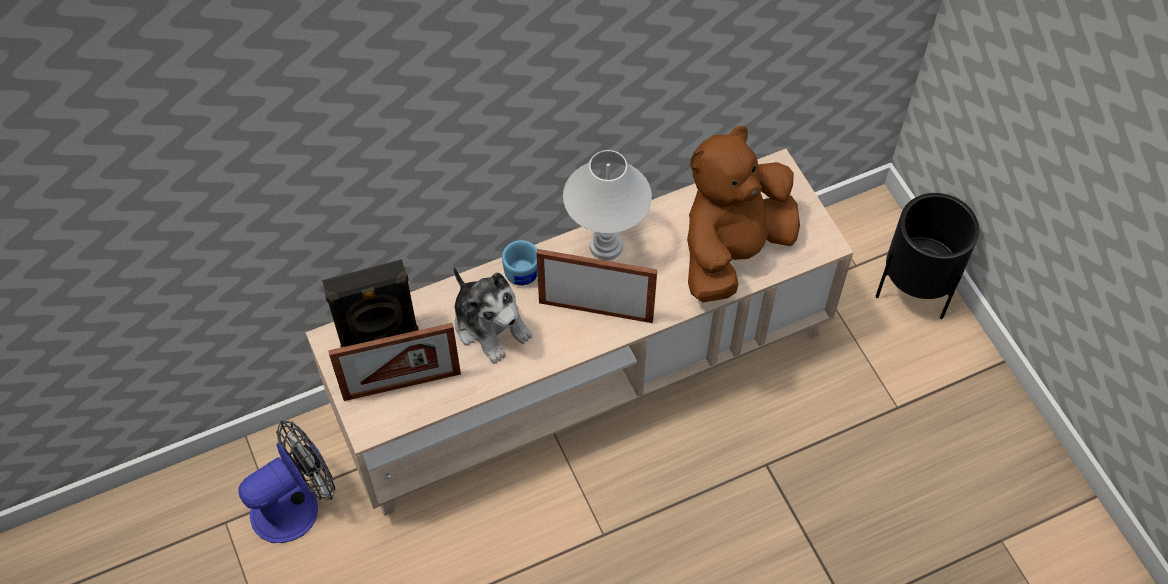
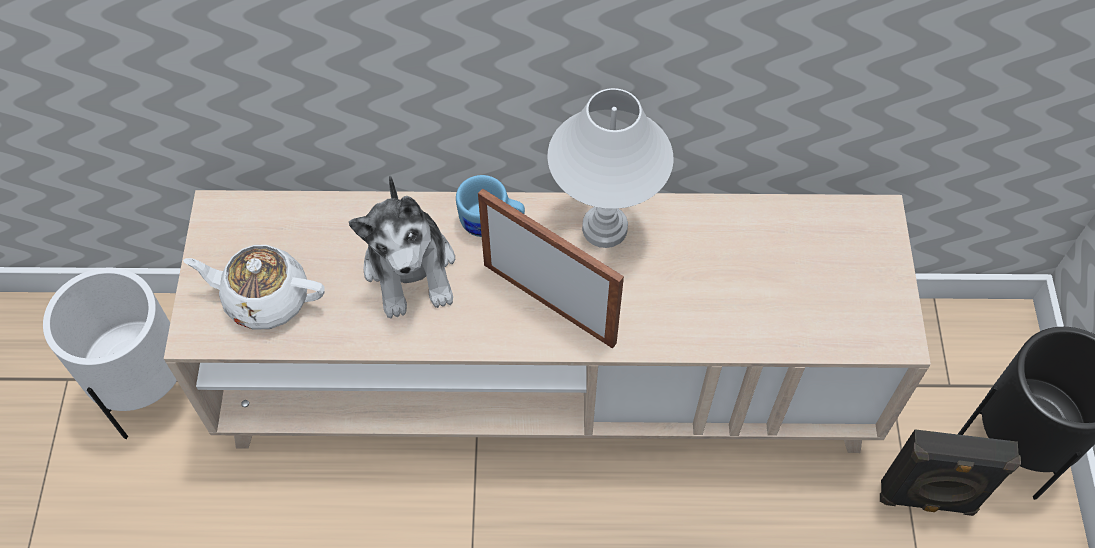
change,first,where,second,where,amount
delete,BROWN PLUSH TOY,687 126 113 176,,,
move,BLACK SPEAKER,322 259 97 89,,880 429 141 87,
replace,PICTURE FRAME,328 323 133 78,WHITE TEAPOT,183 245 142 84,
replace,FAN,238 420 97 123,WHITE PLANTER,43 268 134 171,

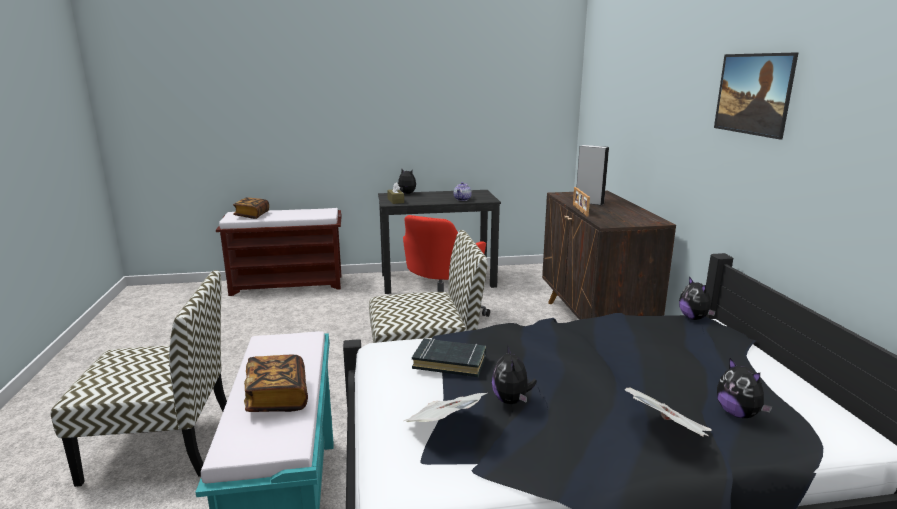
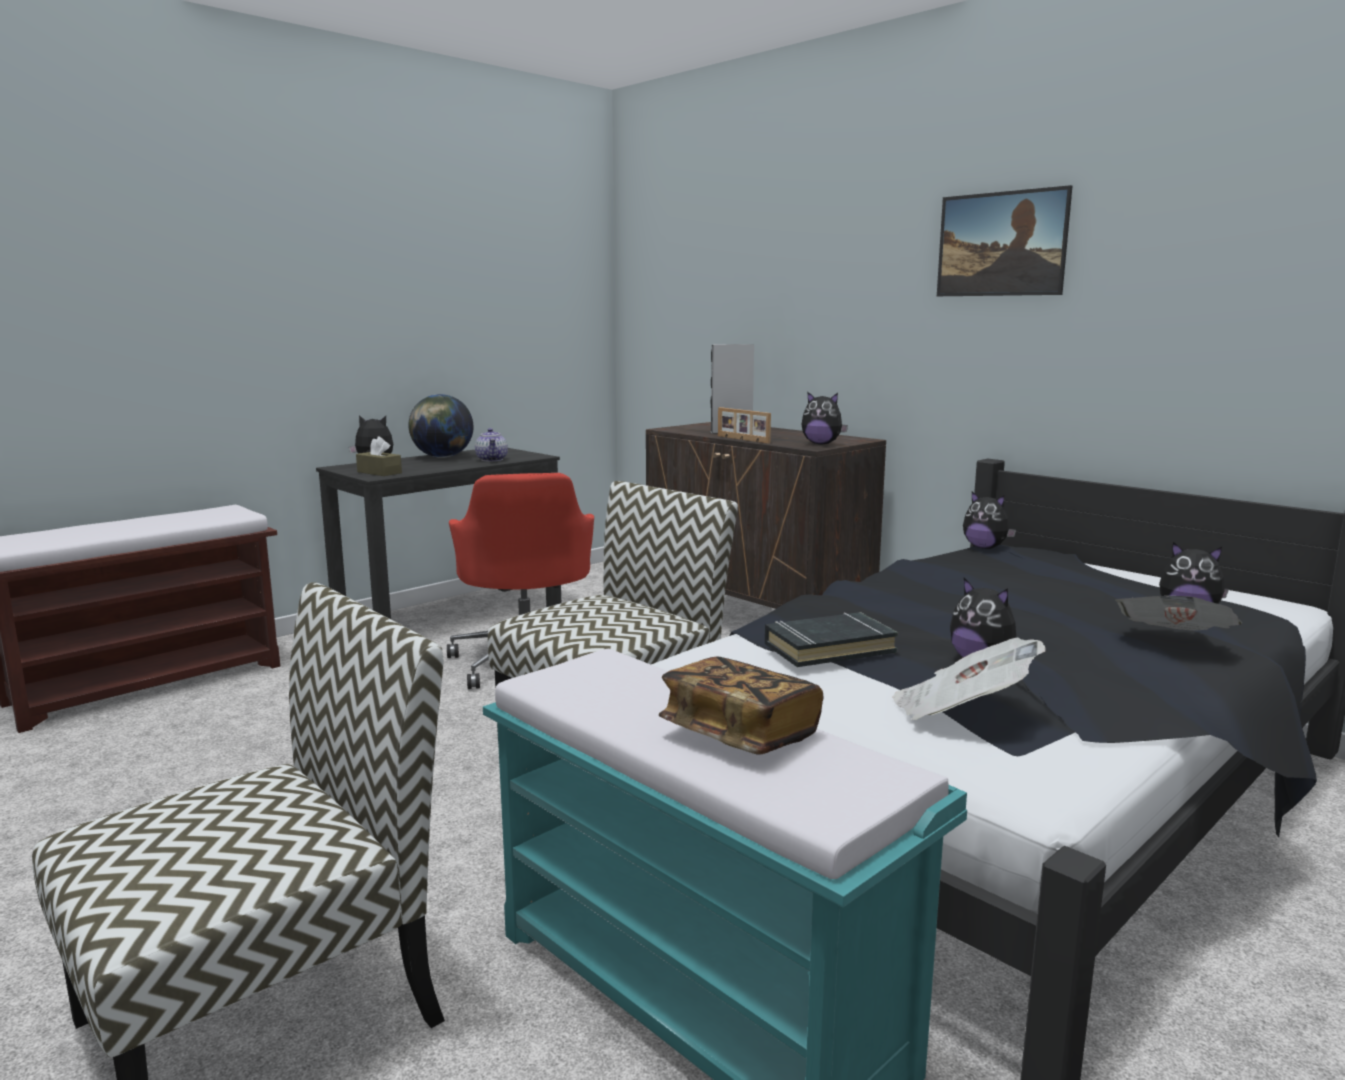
change,first,where,second,where,amount
delete,BOOK,233 197 36 22,,,
insert,,,PLUSH TOY,801 392 47 53,
insert,,,GLOBE,408 394 65 64,

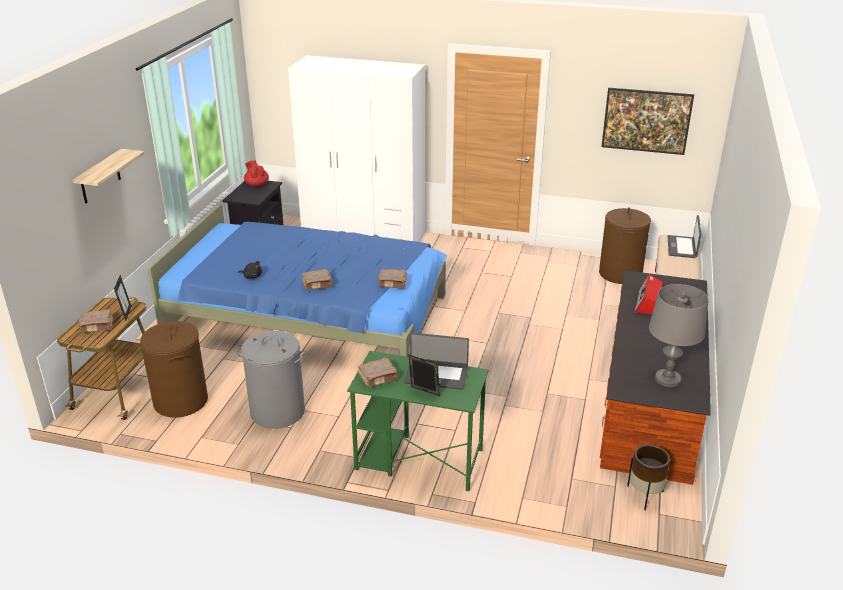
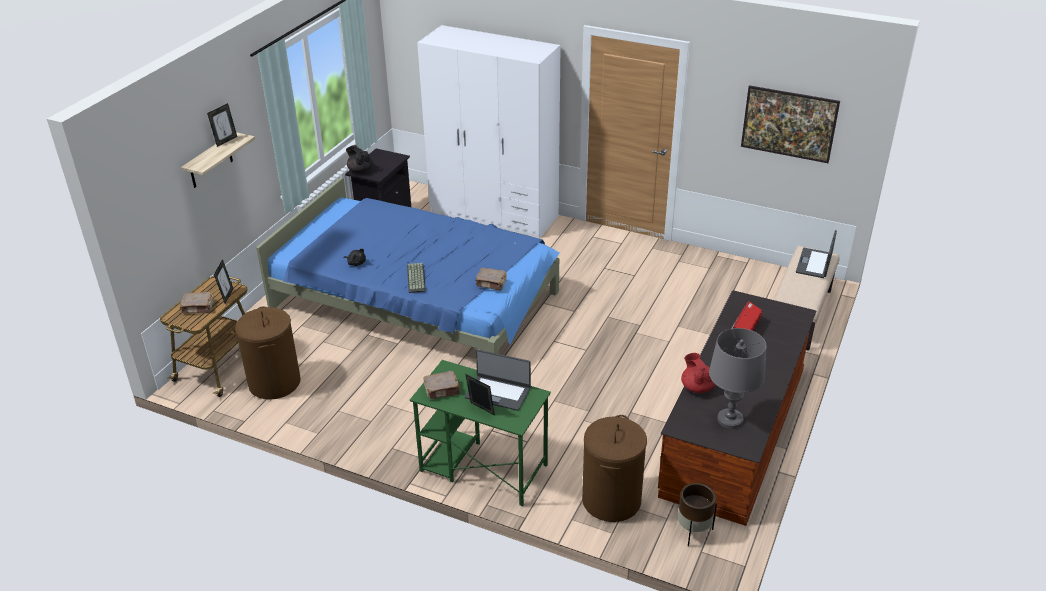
change,first,where,second,where,amount
move,RED TEAPOT,244 160 25 27,,681 353 34 40,
move,BROWN LAUNDRY BASKET,599 207 52 77,,582 415 65 107,
replace,BROWN BOOK,302 269 31 21,KEYBOARD,407 263 19 30,
delete,GREY LAUNDRY BASKET,236 331 70 98,,,
insert,,,PICTURE FRAME,207 103 30 44,
insert,,,BLACK TEAPOT,346 145 27 28,

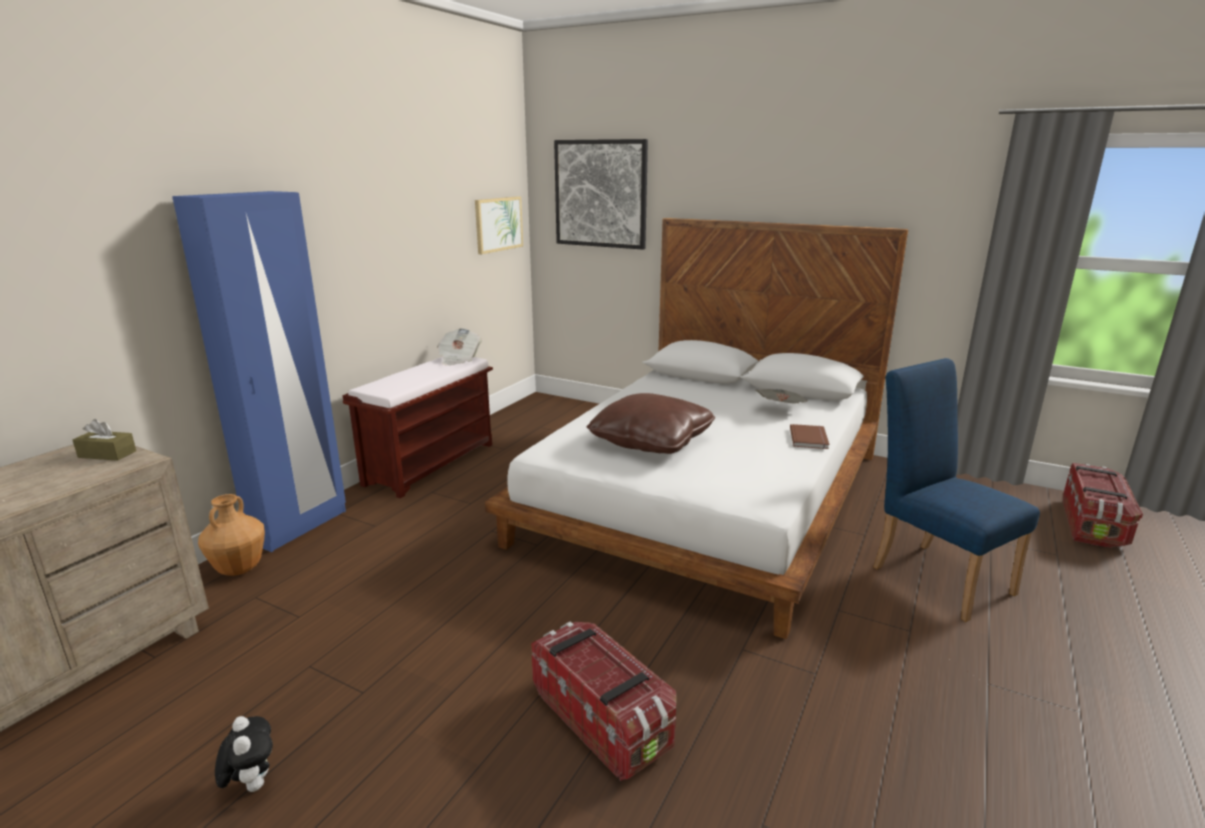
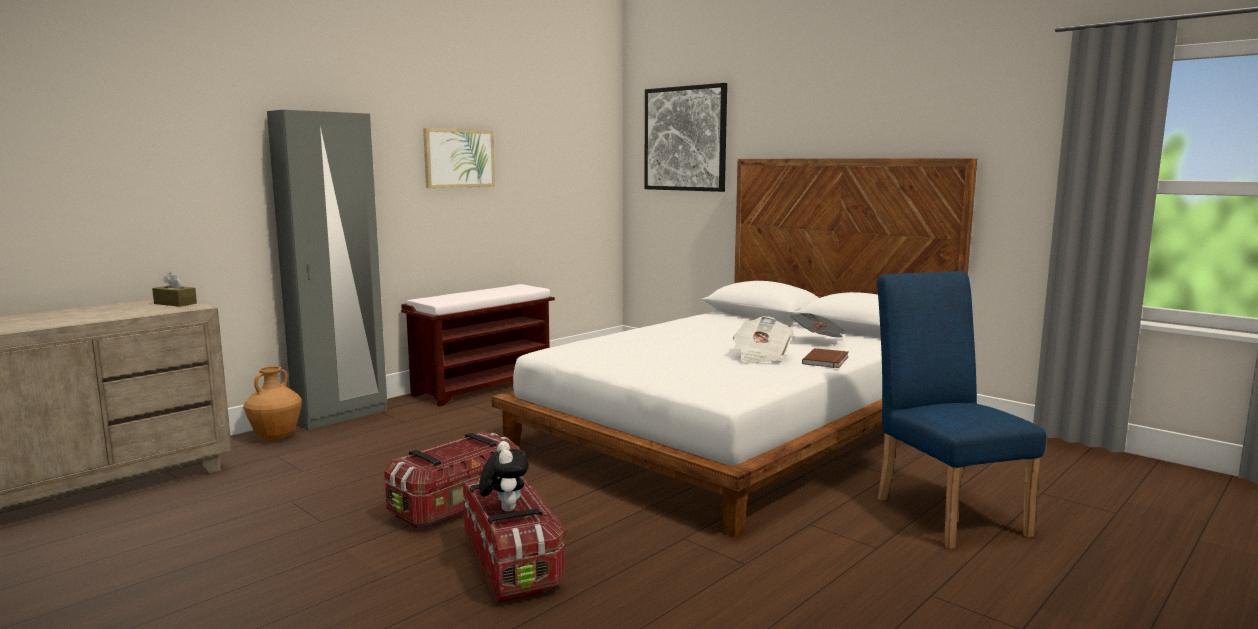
change,first,where,second,where,amount
recolor,BLUE WARDROBE,172 191 174 361,GREY WARDROBE,267 110 120 320,
move,PICTURE,475 196 48 58,,423 128 72 60,
move,NEWSPAPER,437 328 45 38,,733 316 61 48,
delete,BROWN PILLOW,587 393 128 61,,,
move,STORAGE BOX,1063 463 80 85,,384 431 135 97,
move,PLUSH TOY,215 716 58 76,,479 441 50 70,

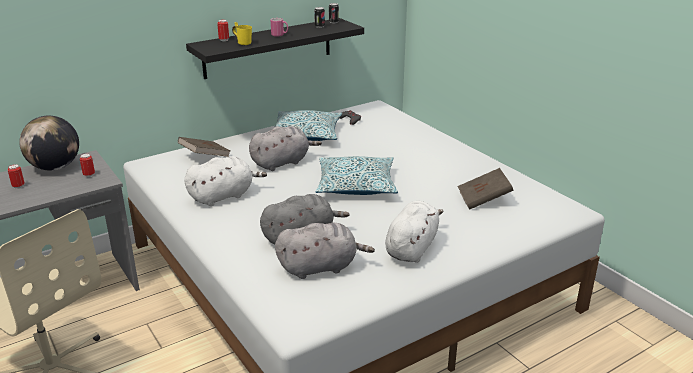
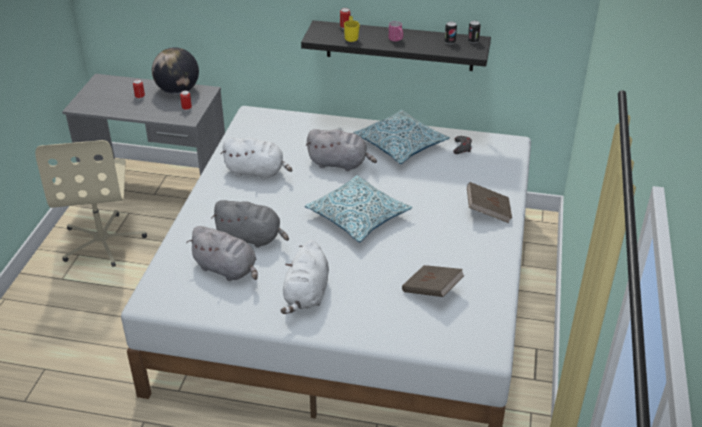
change,first,where,second,where,amount
move,BROWN BOOK,178 137 52 20,,467 182 45 41,
rotate,WHITE PLUSH TOY,385 201 59 62,,280 240 49 74,120 degrees clockwise

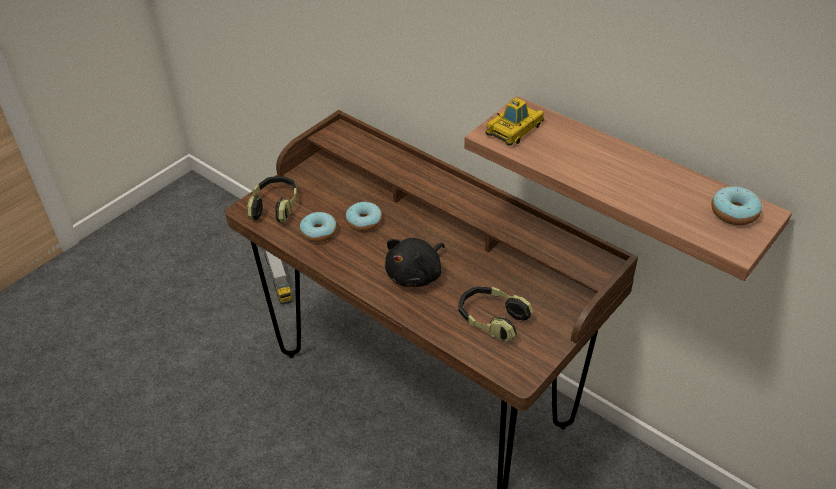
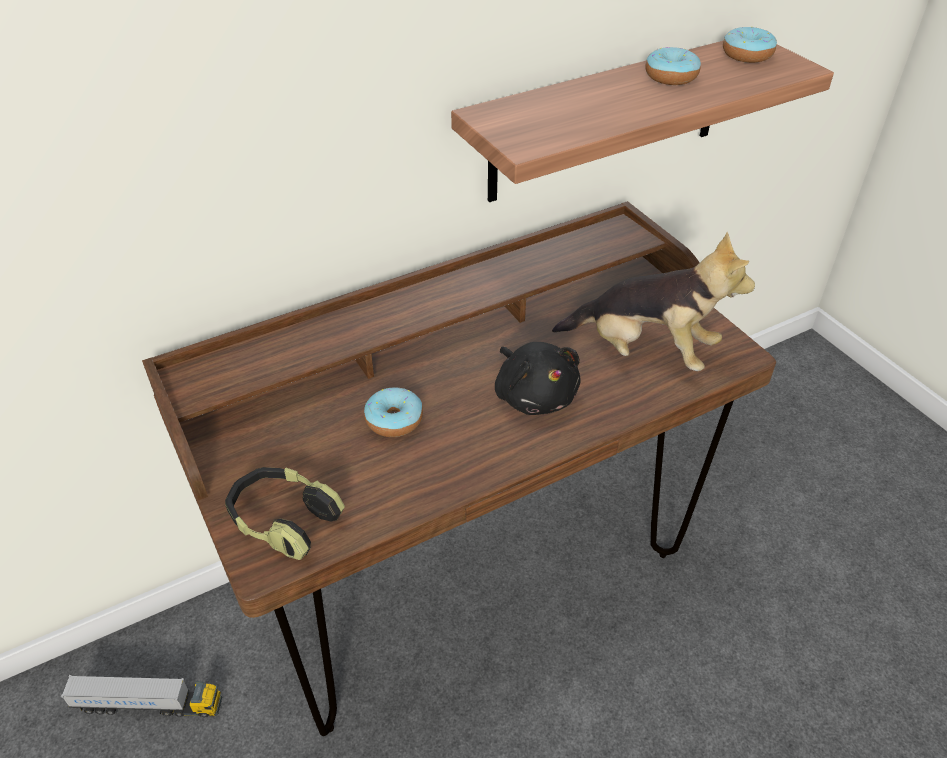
change,first,where,second,where,amount
delete,TOY CAR,486 98 58 48,,,
move,DONUT,300 212 37 30,,645 47 56 38,
replace,HEADPHONES,458 286 75 56,PLUSH TOY,552 232 203 139,

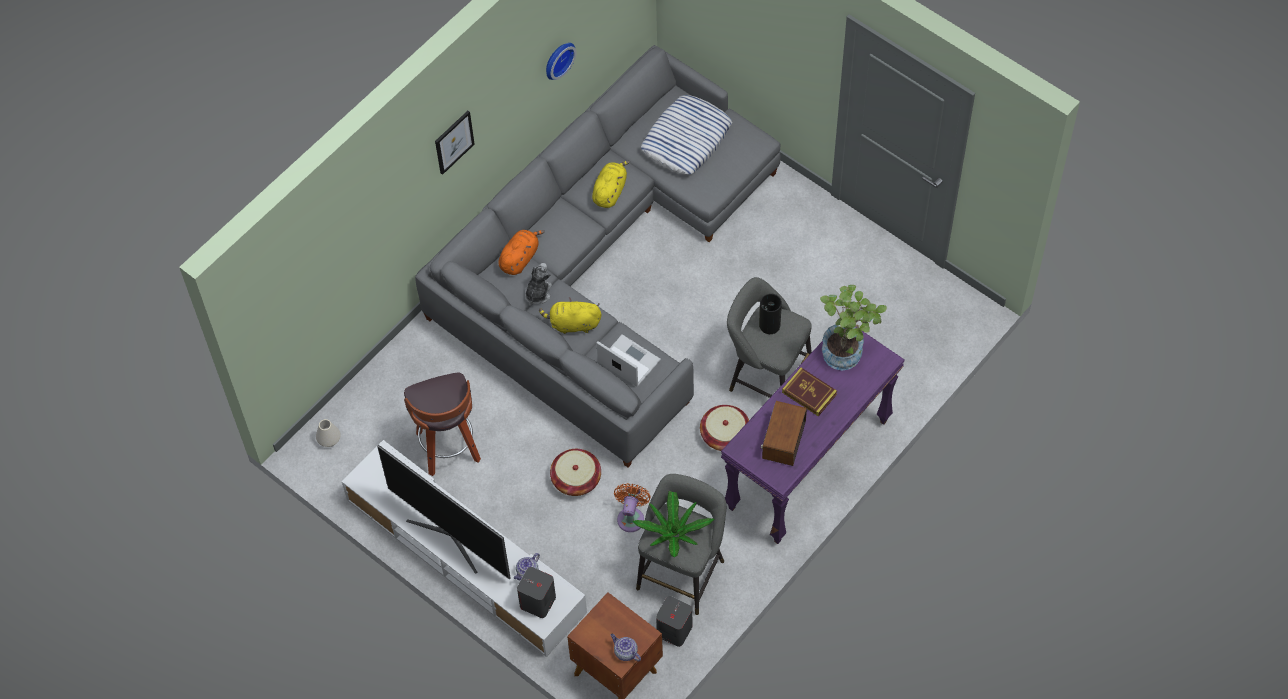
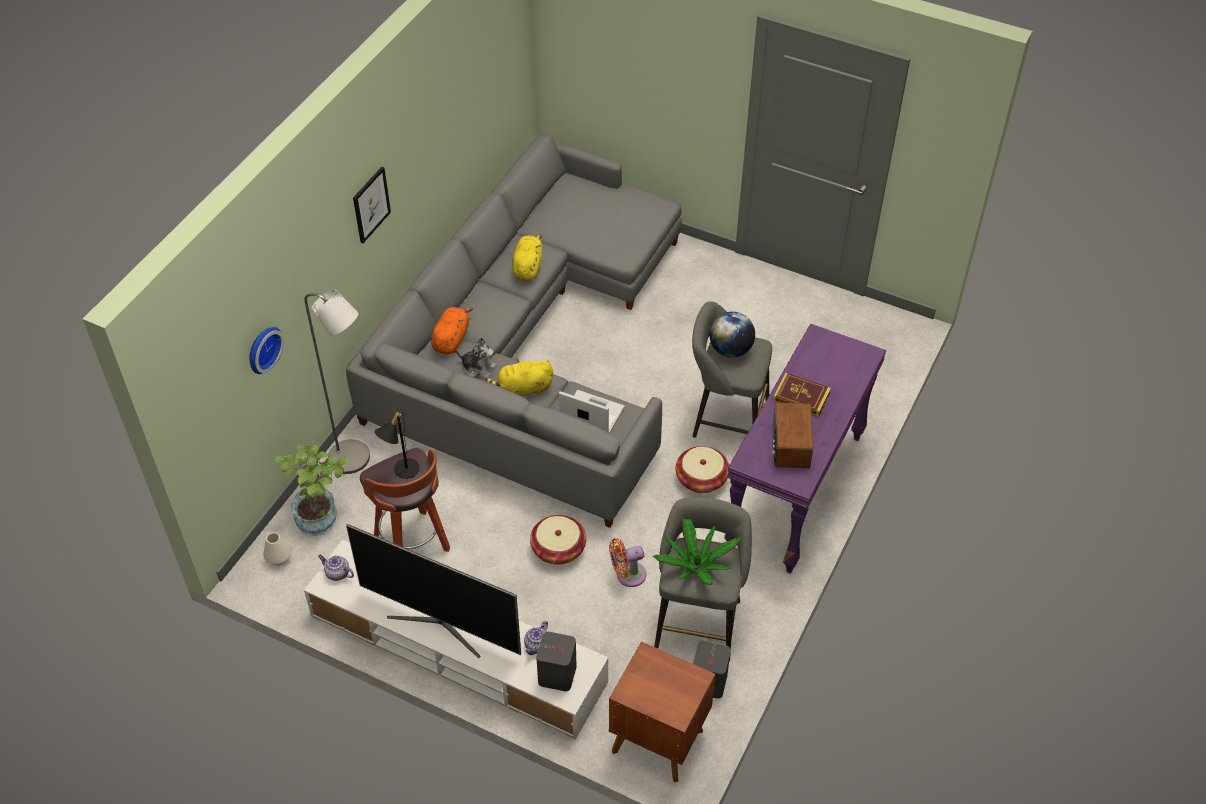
change,first,where,second,where,amount
move,WALL CLOCK,546 43 31 37,,250 327 34 47,
delete,PILLOW,641 95 91 80,,,
rotate,PLUSH TOY,525 263 27 42,,456 337 41 41,105 degrees clockwise
move,POTTED PLANT,820 285 67 85,,275 443 73 93,
replace,VASE,759 293 23 41,GLOBE,710 312 45 45,
rotate,ORANGE FAN,614 483 37 49,,609 538 38 49,105 degrees counterclockwise
move,TEAPOT,611 633 30 28,,318 555 36 26,
insert,,,GREY FLOOR LAMP,304 289 66 185,
insert,,,BLACK TABLE LAMP,375 411 45 68,

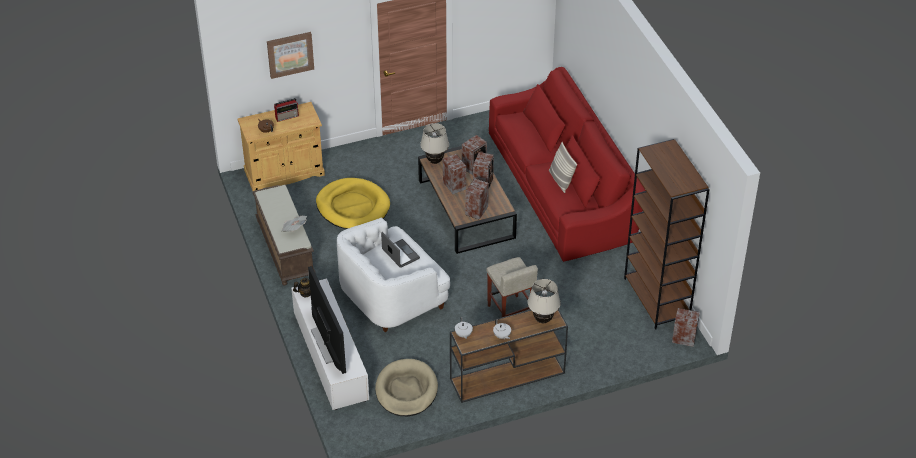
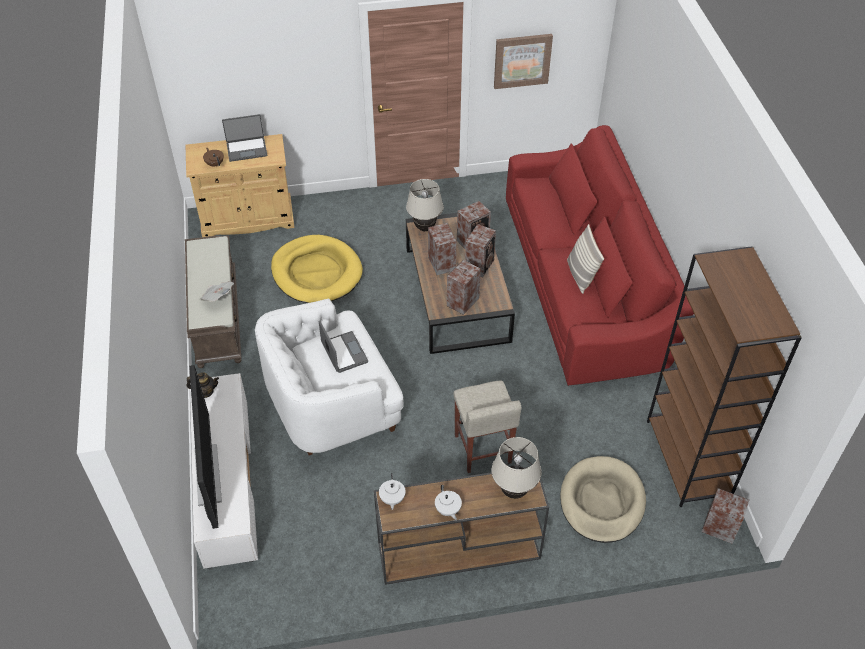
change,first,where,second,where,amount
move,PICTURE,267 32 47 47,,494 34 59 55,
replace,RADIO,274 98 25 24,LAPTOP,222 114 45 48,
move,BEIGE DOG BED,375 359 63 57,,560 456 86 87,

